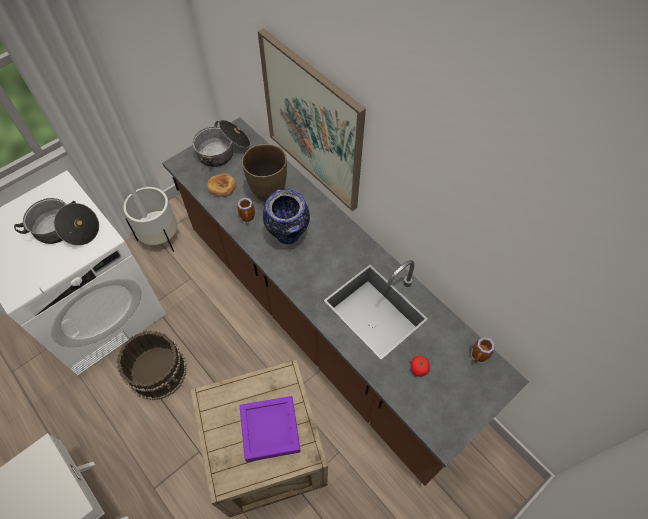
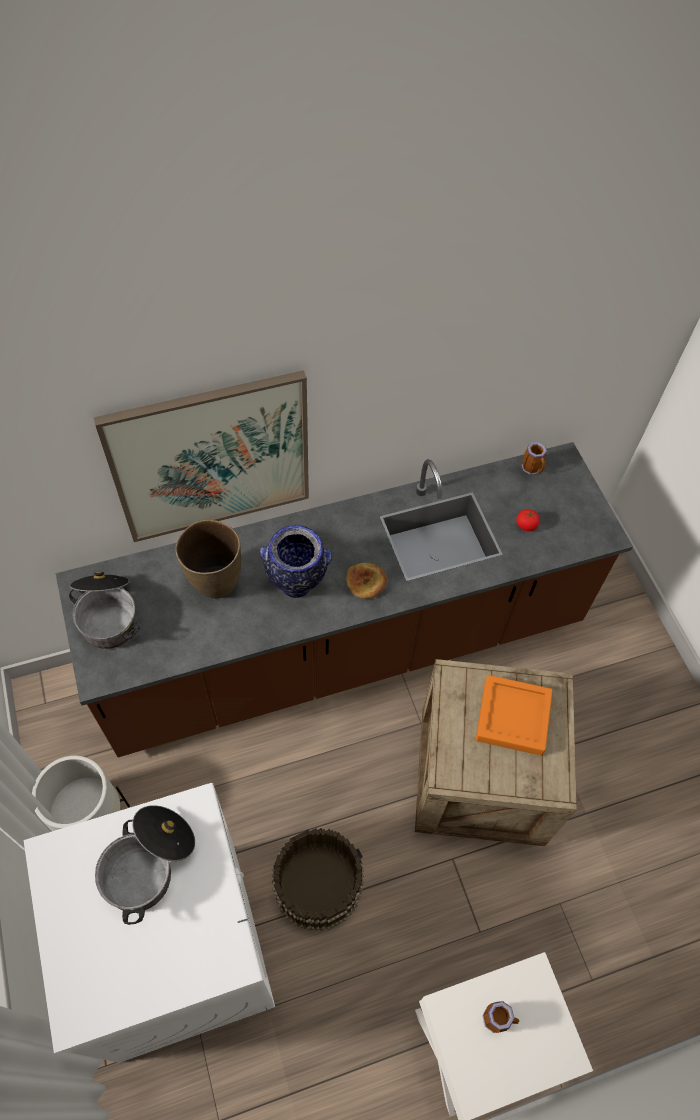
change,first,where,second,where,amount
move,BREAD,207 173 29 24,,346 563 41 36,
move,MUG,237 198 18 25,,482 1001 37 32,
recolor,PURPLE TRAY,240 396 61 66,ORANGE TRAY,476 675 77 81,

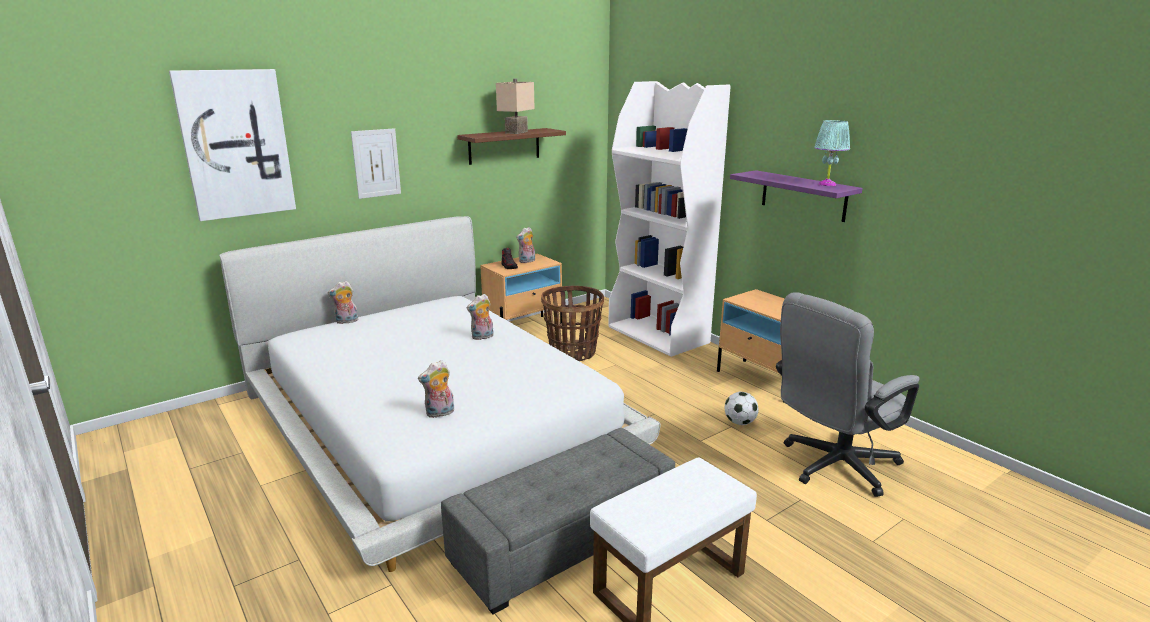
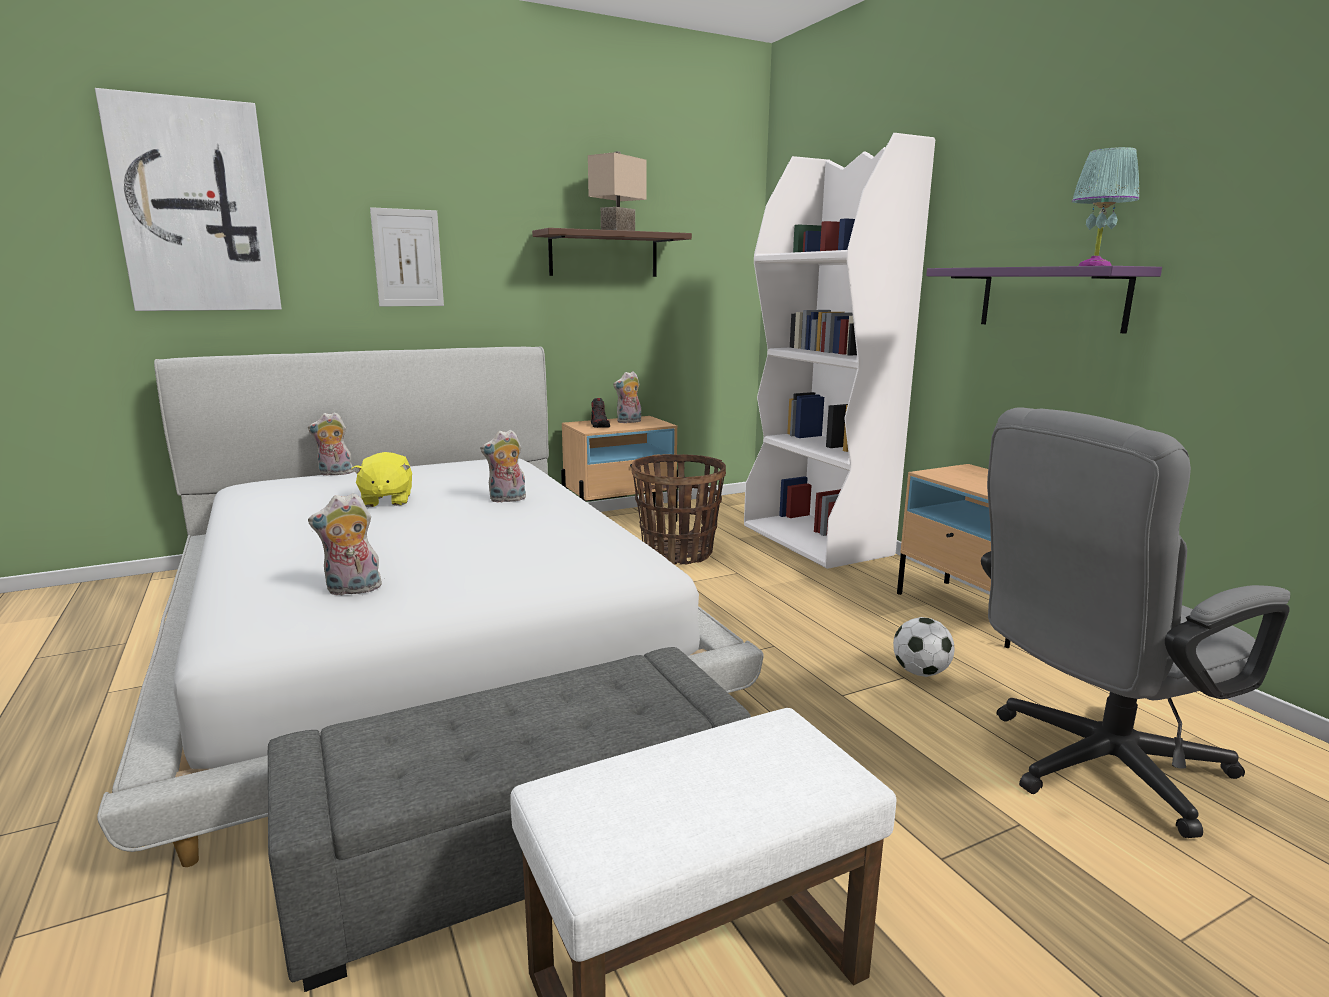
change,first,where,second,where,amount
insert,,,YELLOW PLUSH TOY,351 452 61 55,

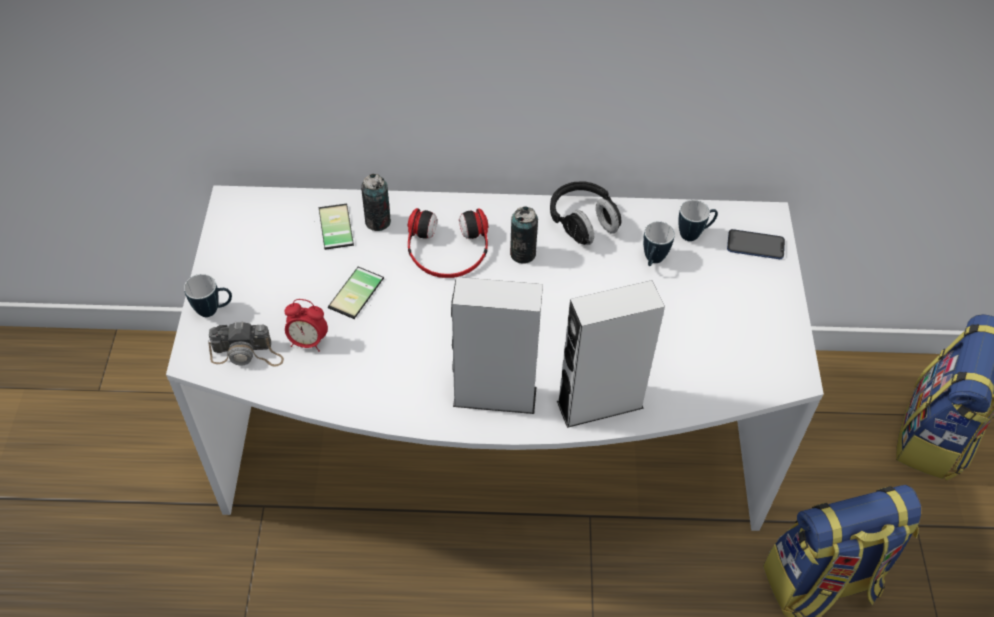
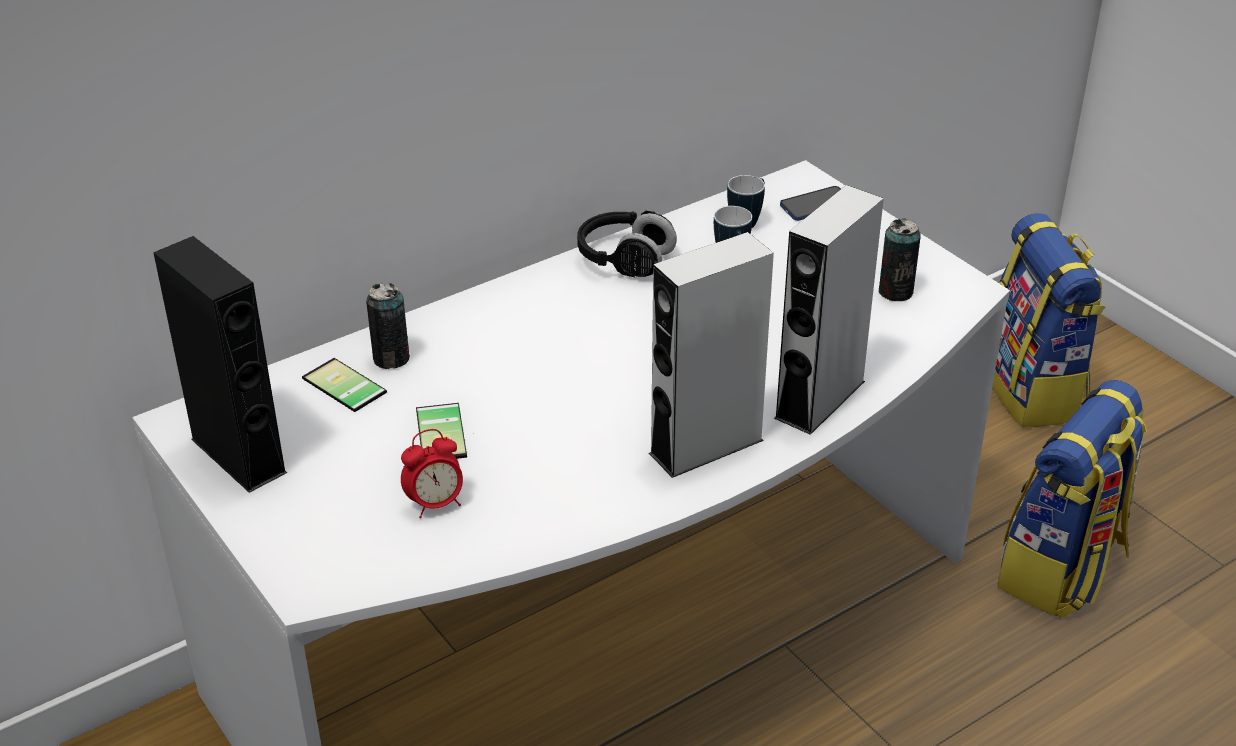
change,first,where,second,where,amount
move,CAN,510 206 28 58,,879 219 42 82,
delete,HEADPHONES,408 208 80 70,,,
delete,MUG,184 274 48 43,,,
delete,PHOTO CAMERA,208 321 76 46,,,
insert,,,BLACK SPEAKER,153 236 134 257,

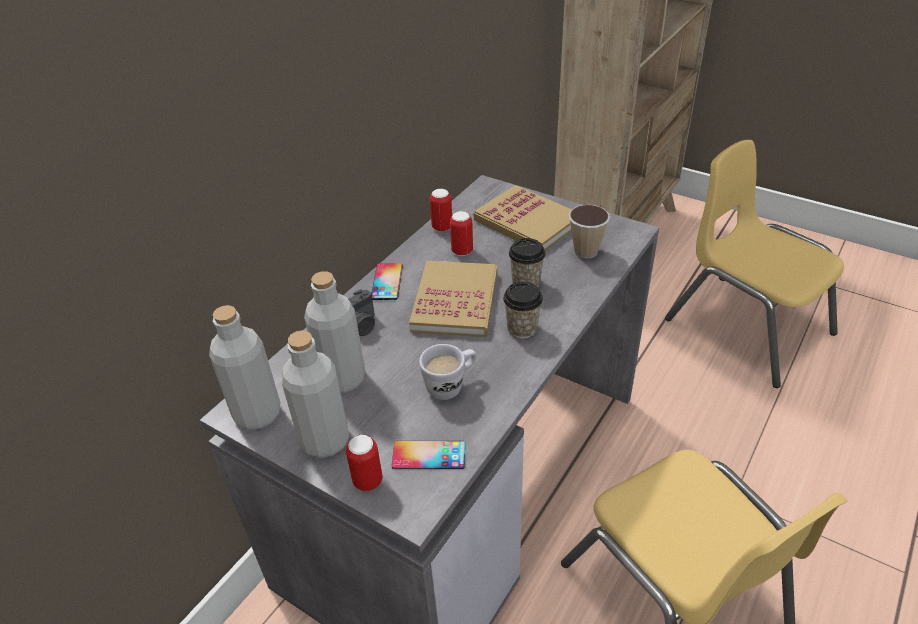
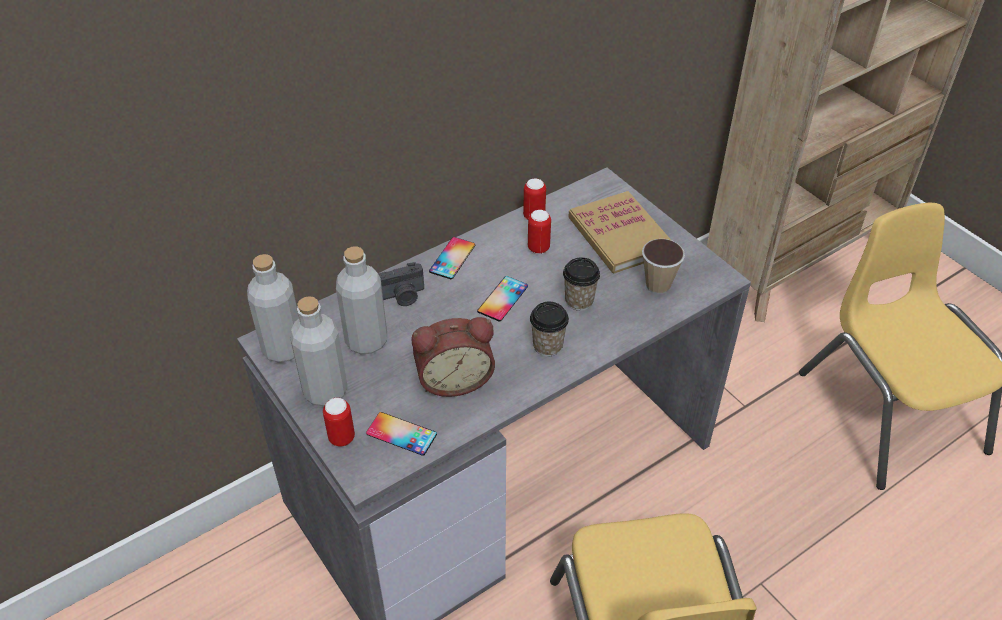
change,first,where,second,where,amount
replace,BOOK,409 261 88 76,PHONE,477 276 51 45,
replace,WHITE MUG,419 344 58 56,ALARM CLOCK,412 317 83 80,

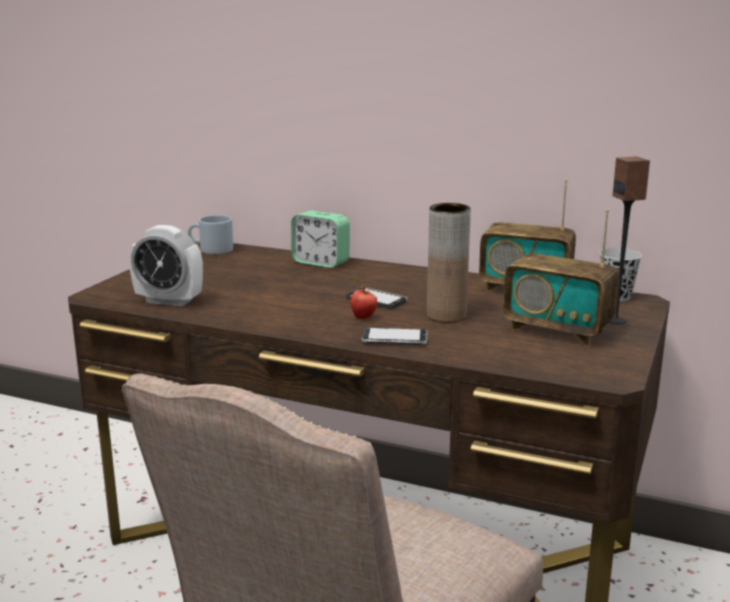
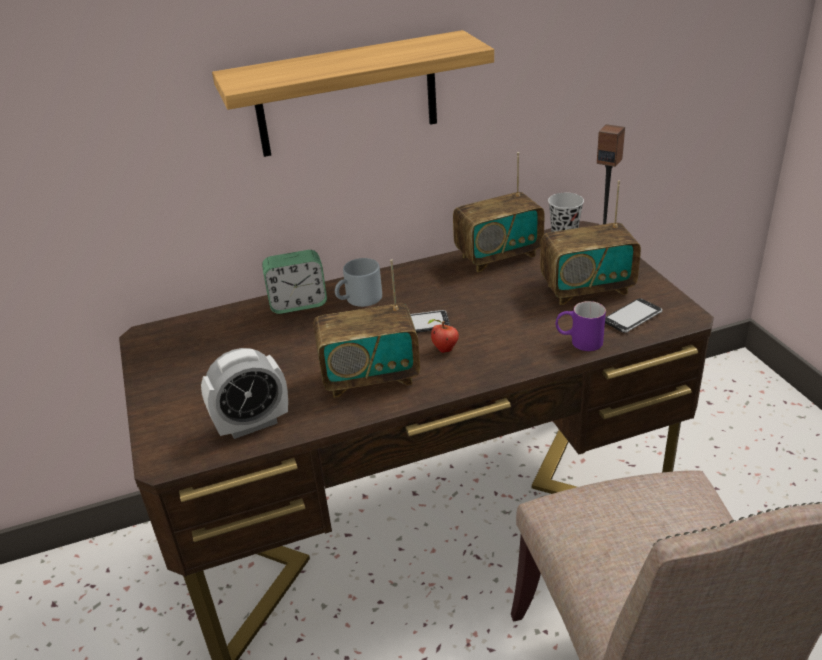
change,first,where,second,where,amount
delete,BROWN VASE,427 203 44 120,,,
move,GREY MUG,188 215 45 39,,335 258 47 49,
move,PHONE,362 328 65 17,,605 298 57 35,
insert,,,SHELF,212 30 282 127,
insert,,,RADIO,314 259 106 139,
insert,,,PURPLE MUG,556 301 50 50,

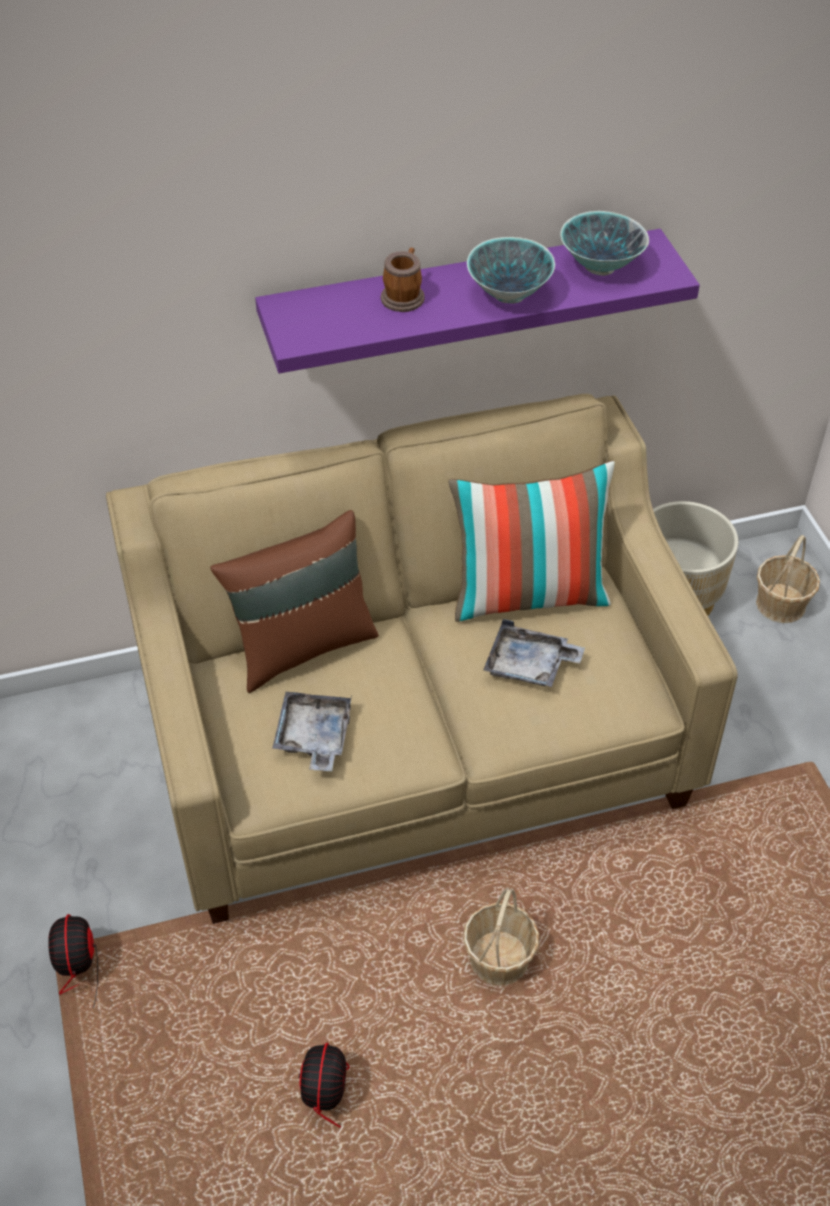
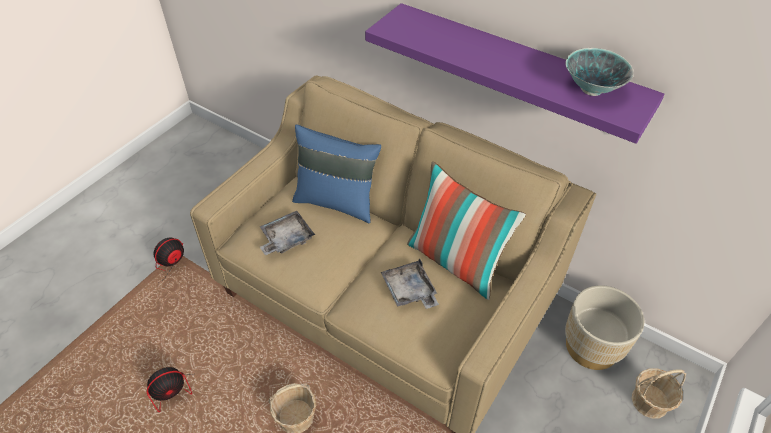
change,first,where,second,where,amount
delete,BOWL,467 237 88 67,,,
delete,MUG,381 248 44 64,,,
recolor,BROWN PILLOW,210 510 169 183,BLUE PILLOW,292 124 89 99,

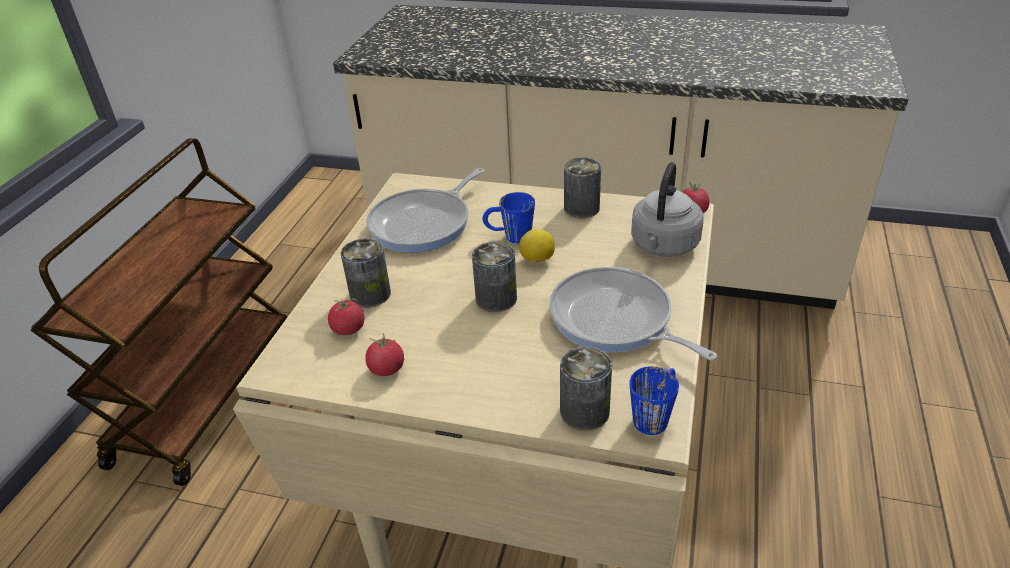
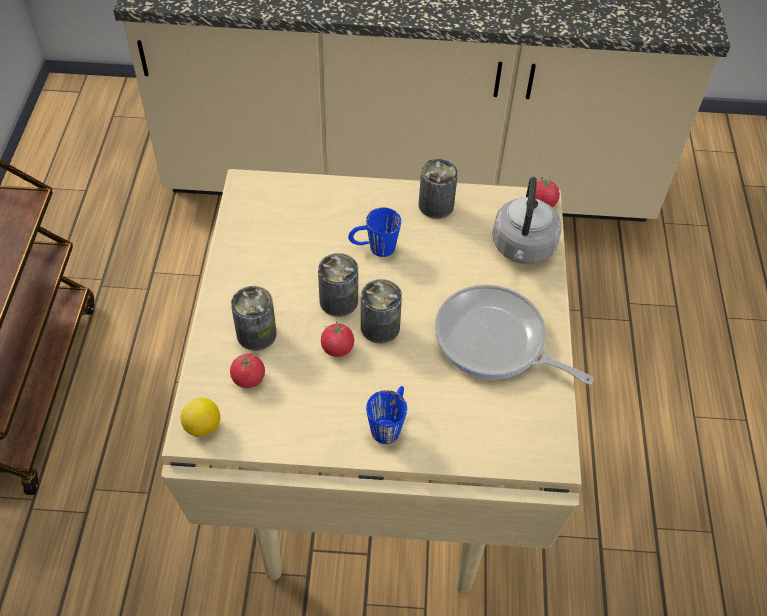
change,first,where,second,where,amount
delete,FRYING PAN,366 168 118 85,,,
move,LEMON,519 229 36 34,,180 398 40 39,
move,TOMATO,365 333 39 43,,321 321 33 36,
move,CAN,560 346 52 85,,318 253 40 64,
move,BLUE MUG,630 366 49 69,,366 386 41 58,

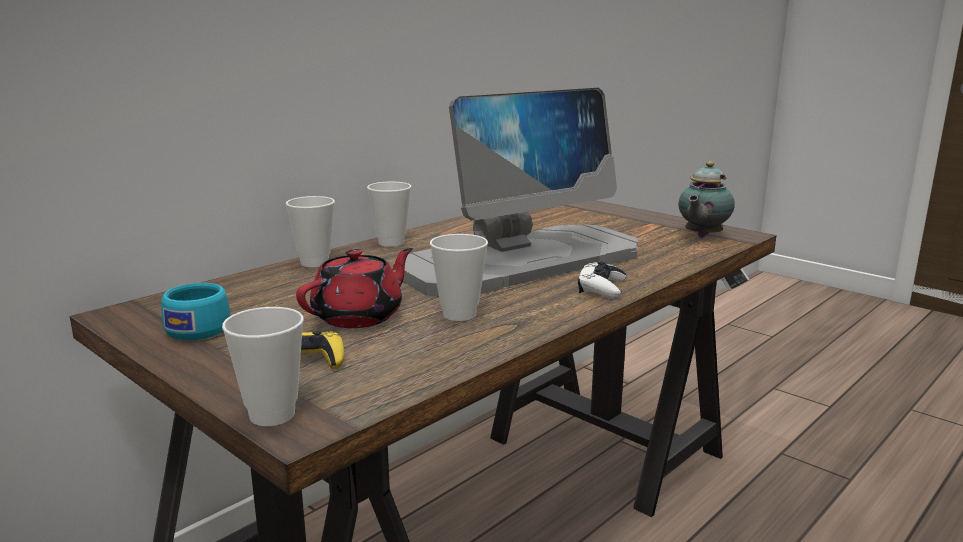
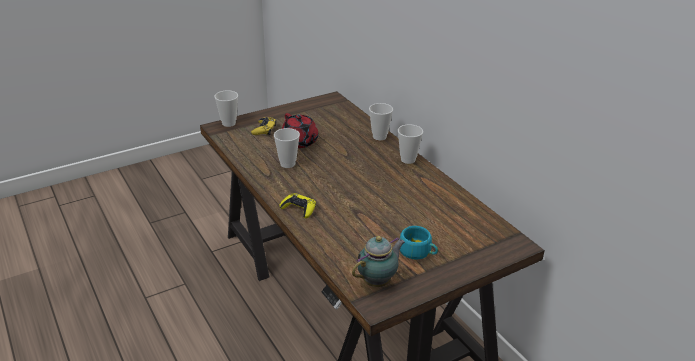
change,first,where,second,where,amount
delete,MONITOR,393 88 245 209,,,
rotate,TEAPOT,678 161 57 77,,352 236 53 51,90 degrees clockwise
recolor,WHITE GAME CONTROLLER,578 261 49 38,YELLOW GAME CONTROLLER,279 193 37 25,
move,TURQUOISE CUP,161 283 70 57,,400 226 38 33,

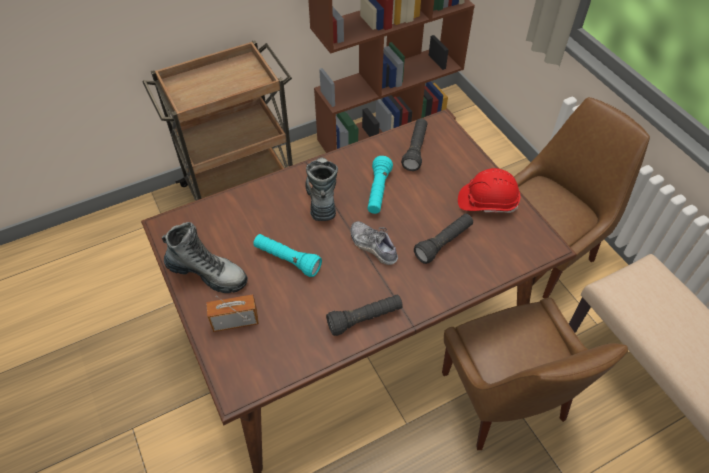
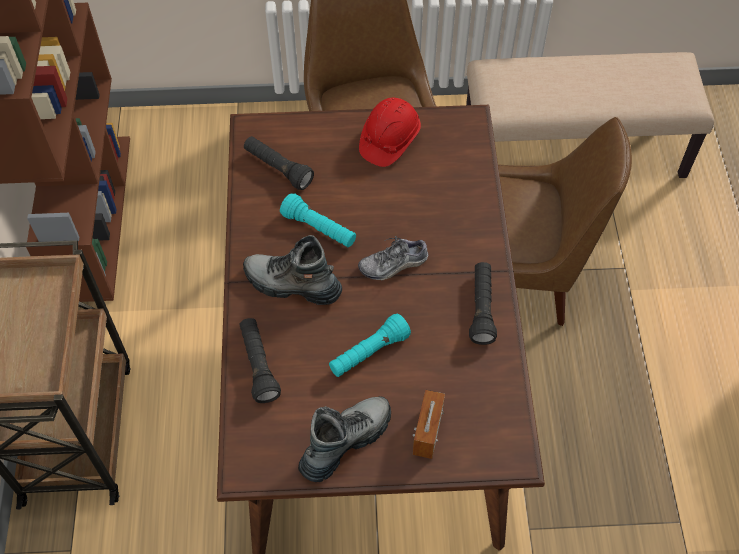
change,first,where,second,where,amount
move,BLACK FLASHLIGHT,414 213 59 51,,240 318 41 85,

